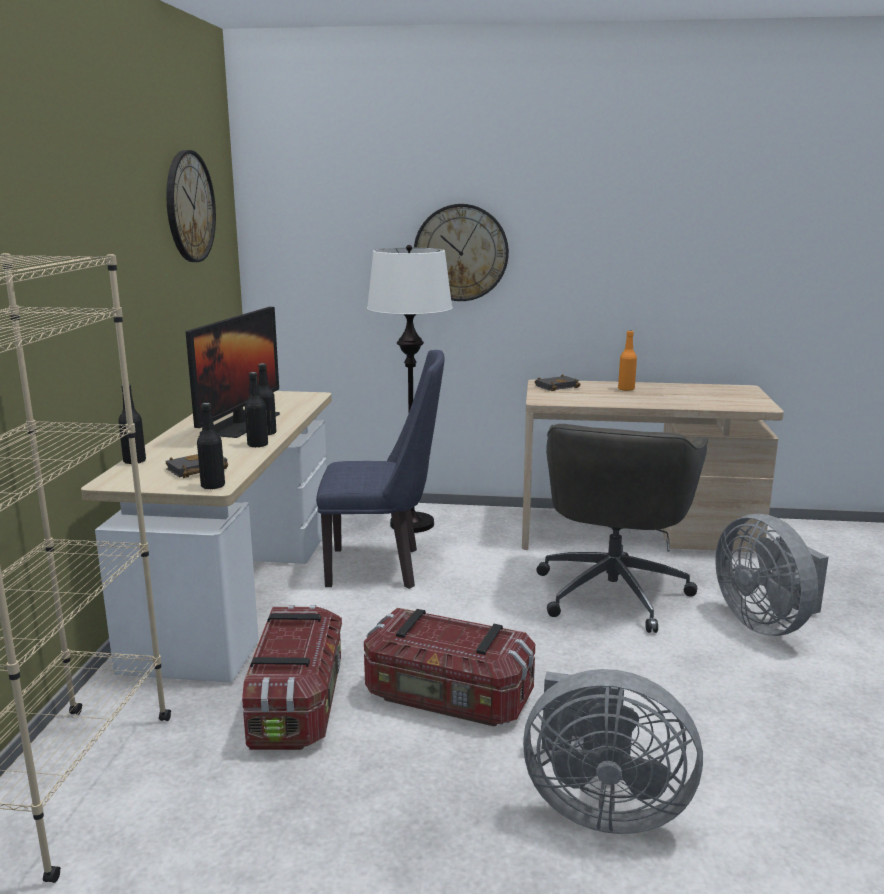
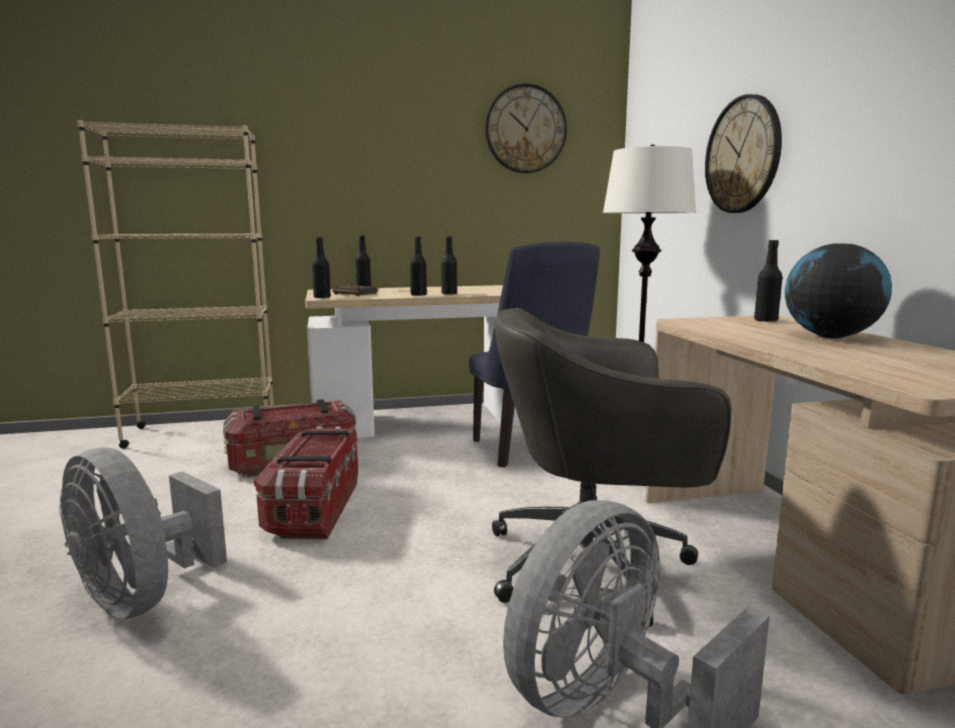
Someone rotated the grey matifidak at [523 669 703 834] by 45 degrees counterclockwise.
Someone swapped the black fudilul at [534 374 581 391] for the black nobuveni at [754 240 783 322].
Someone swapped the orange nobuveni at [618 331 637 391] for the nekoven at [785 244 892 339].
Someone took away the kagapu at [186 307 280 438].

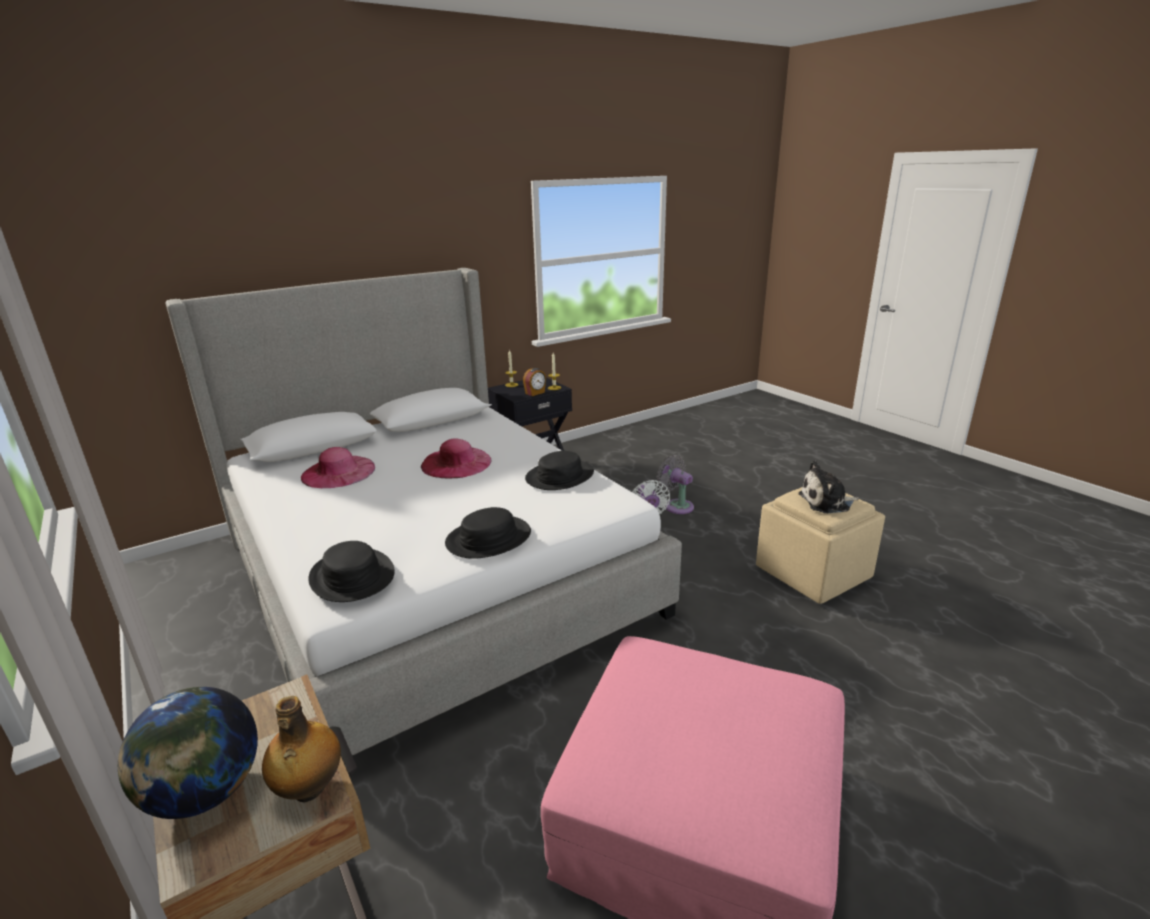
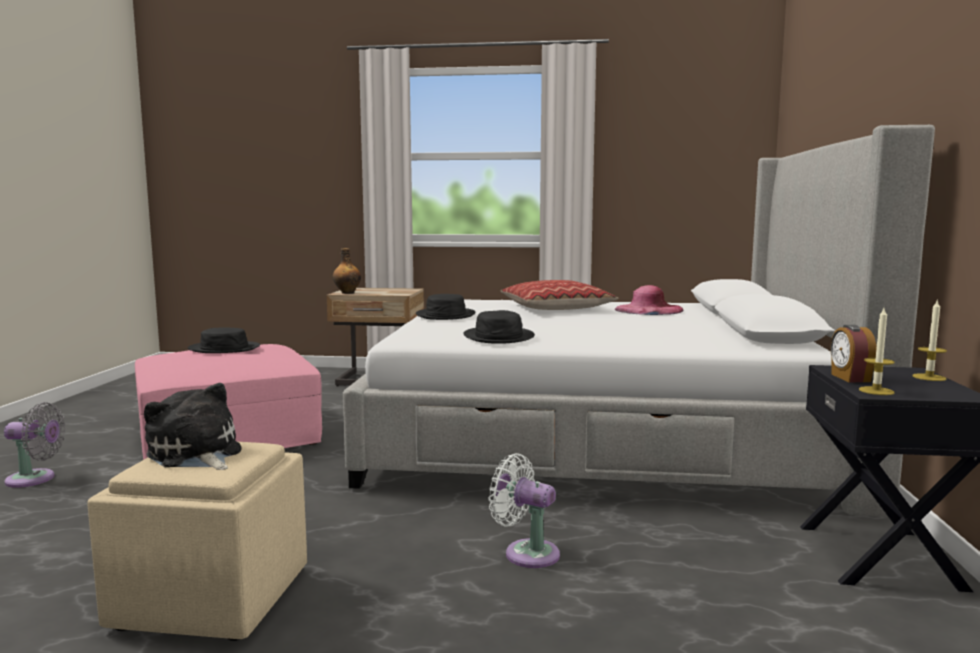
Someone carried the grey matifidak from [657 455 694 514] to [4 402 65 488].
Someone rotated the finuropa at [798 461 859 513] by 75 degrees counterclockwise.
Someone carried the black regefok from [308 541 395 602] to [188 328 260 353].
Someone put down the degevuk at [501 280 619 310].
Someone took away the nekoven at [118 687 258 819].
Someone took away the pink regefok at [421 439 492 479].

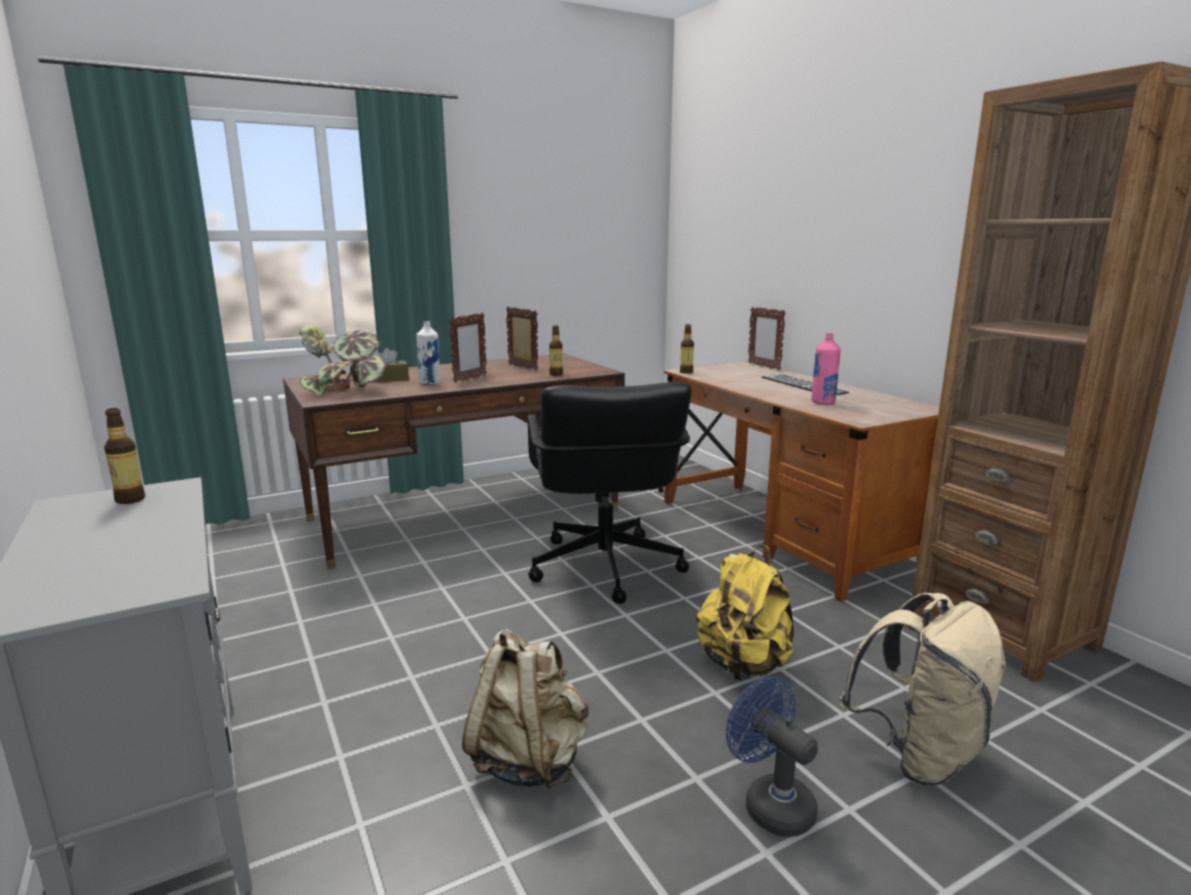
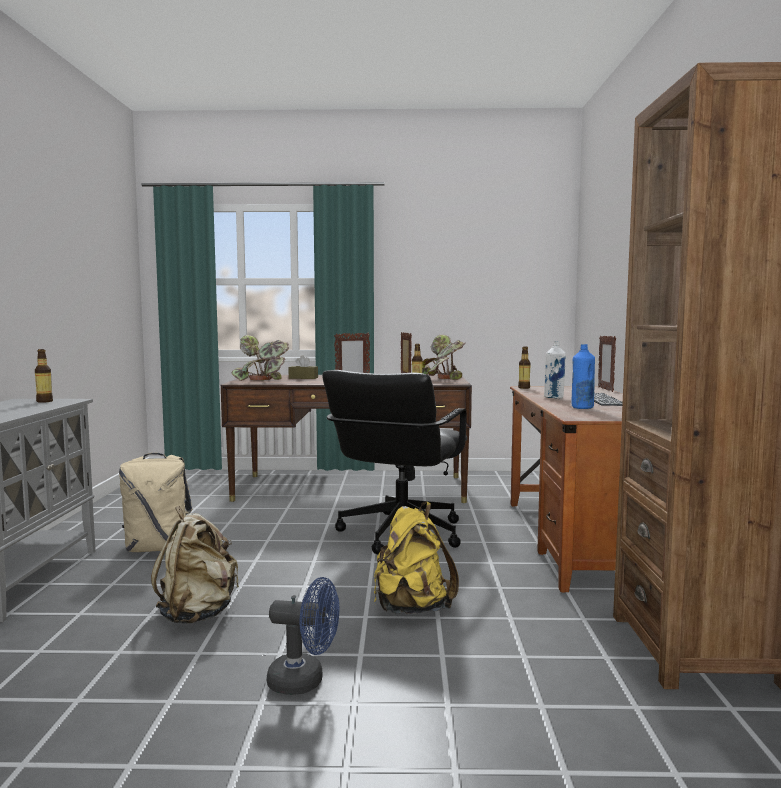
Someone carried the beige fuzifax from [840 593 1006 785] to [119 453 193 552].
Someone rotated the blue matifidak at [726 677 818 837] by 105 degrees clockwise.
Someone put down the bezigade at [422 334 465 380].
Someone carried the white nobuveni from [416 321 440 385] to [544 341 566 399].
Someone repainted the pink nobuveni at [811 333 841 405], which became the blue nobuveni at [572 344 595 409].

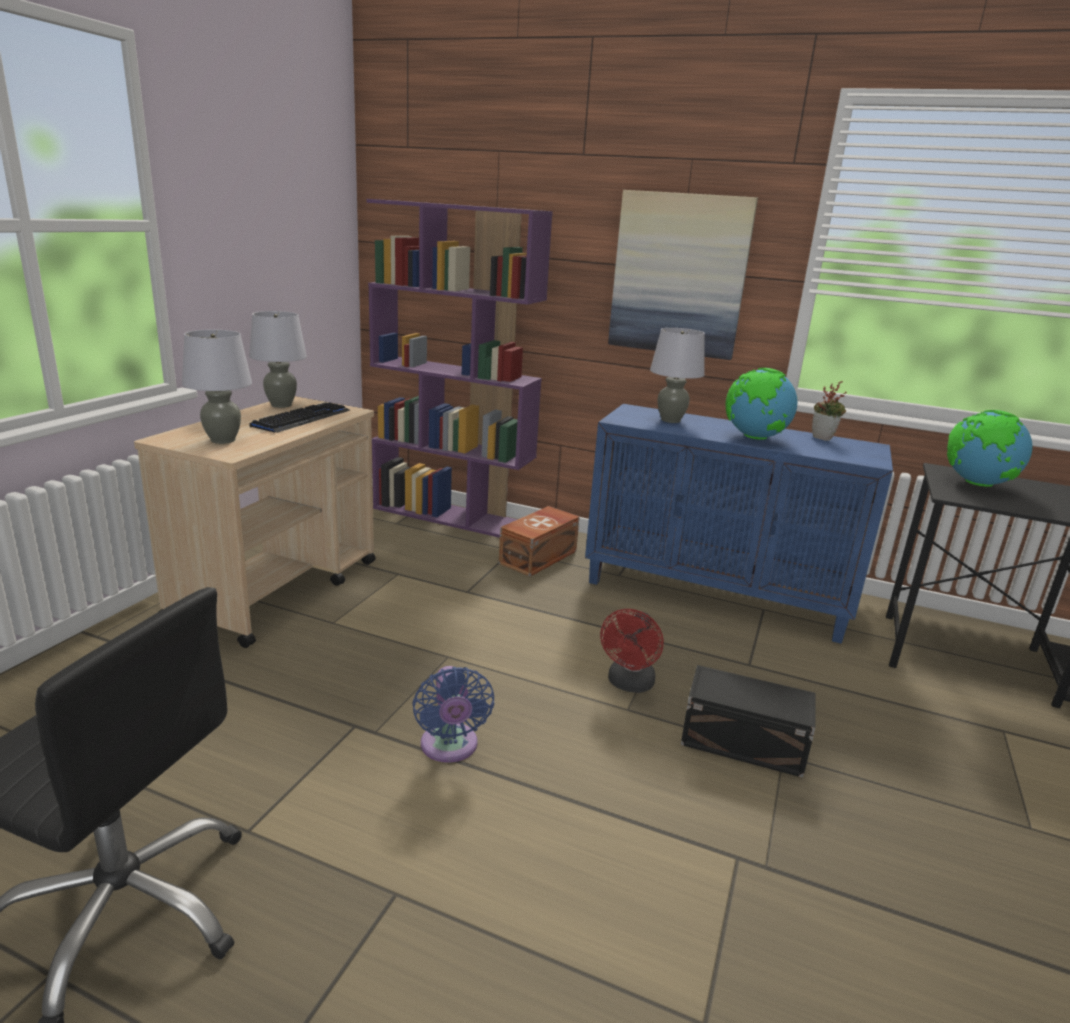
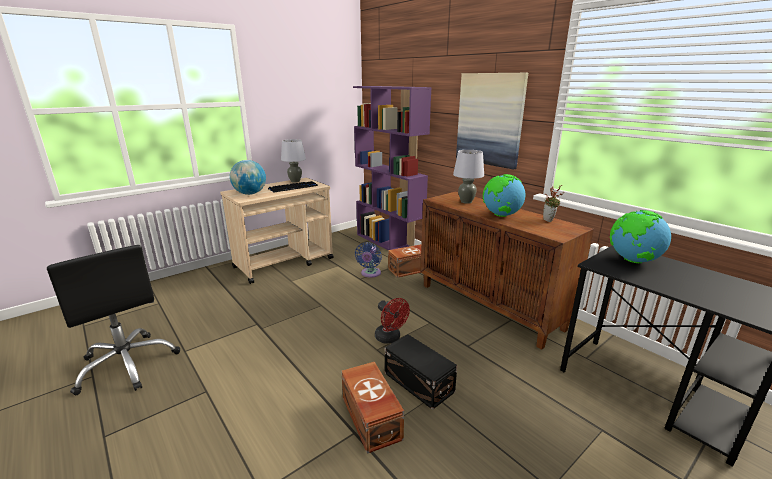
Someone swapped the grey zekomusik at [182 330 252 444] for the nekoven at [230 160 266 195].
Someone put down the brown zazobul at [341 361 404 454].
Someone carried the blue matifidak from [412 666 494 763] to [355 242 382 278].
Someone rotated the red matifidak at [600 609 664 693] by 90 degrees counterclockwise.
Someone repainted the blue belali at [585 404 893 644], which became the brown belali at [420 191 594 350].

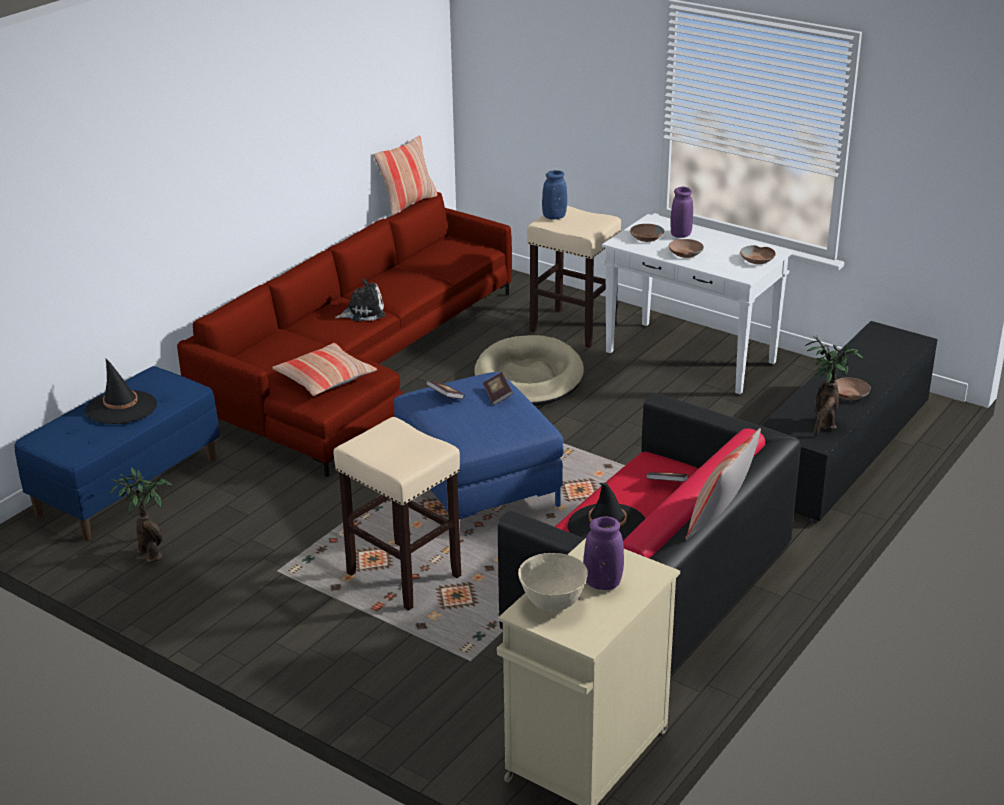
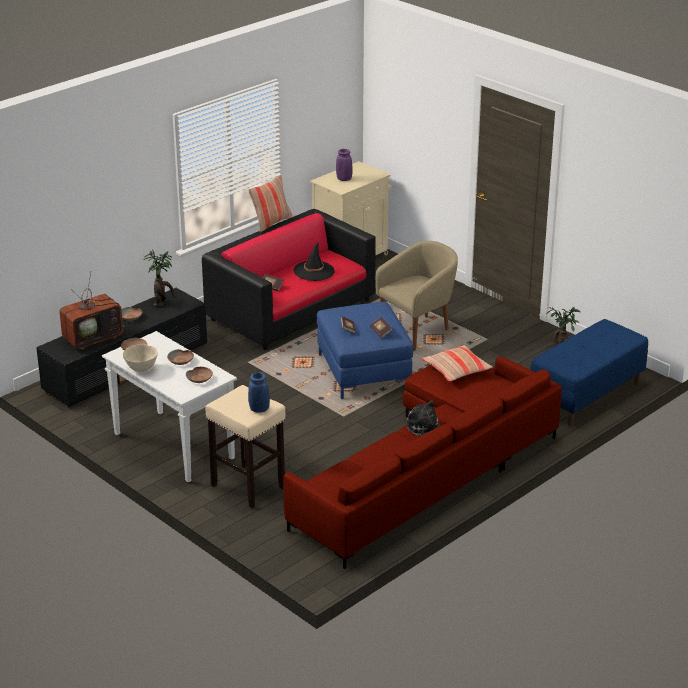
Someone put down the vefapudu at [59 271 124 350].
Someone carried the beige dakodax from [518 553 588 612] to [123 344 158 372].
Someone swapped the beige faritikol at [333 417 461 611] for the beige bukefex at [376 241 458 350].
Someone rotated the finuropa at [335 279 385 321] by 60 degrees clockwise.
Someone took away the black regefok at [85 358 157 424].
Someone took away the degevuk at [374 136 438 215].
Someone took away the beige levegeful at [474 335 584 406].
Someone took away the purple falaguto at [670 187 693 238].

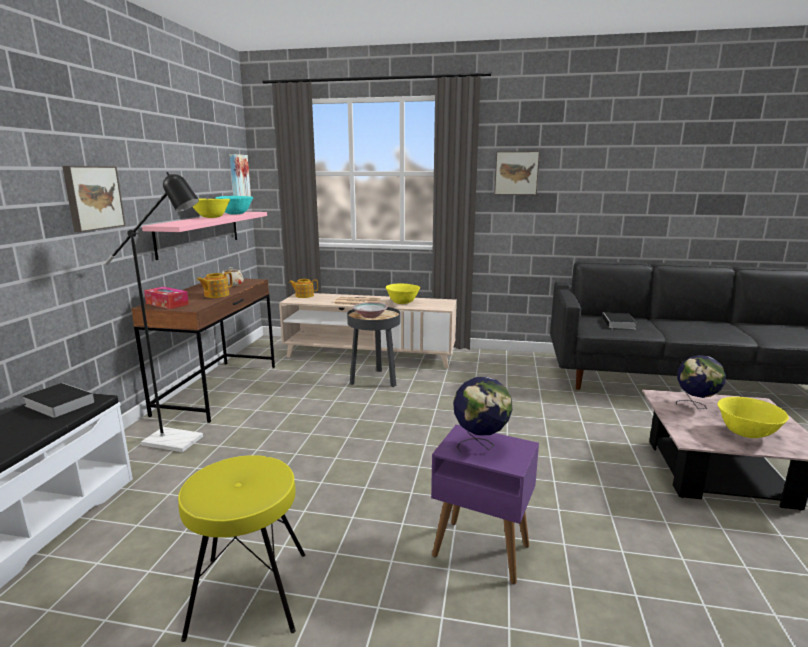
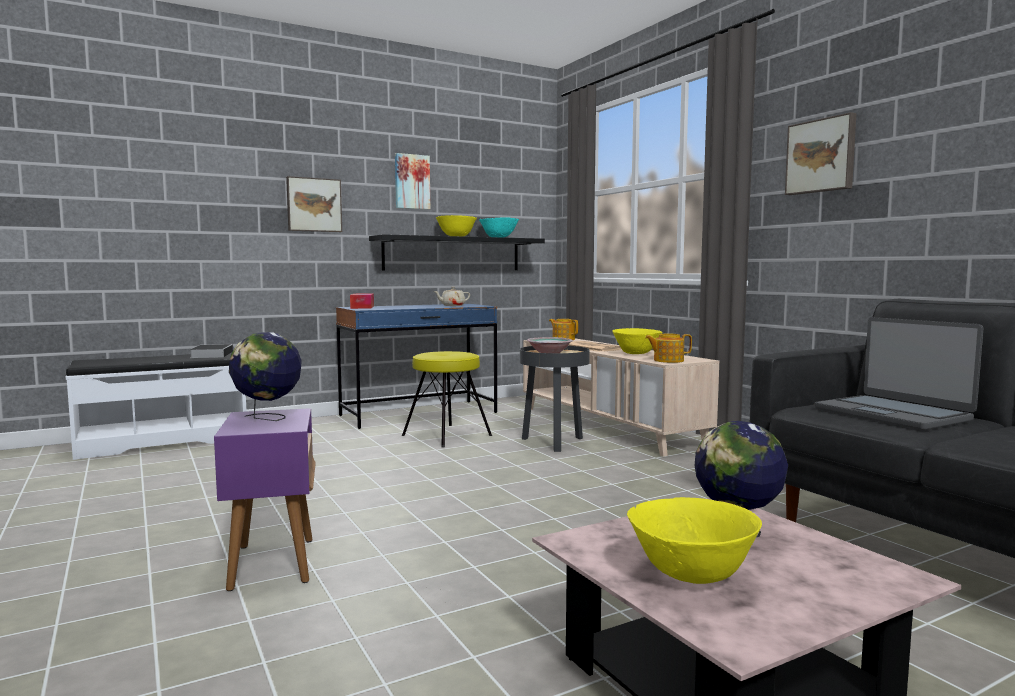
Someone repainted the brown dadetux at [131 279 275 423], which became the blue dadetux at [336 304 497 429].
Someone repainted the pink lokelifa at [142 212 267 260], which became the black lokelifa at [369 234 545 270].
Someone carried the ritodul from [230 154 251 197] to [395 153 430 210].
Someone carried the yellow faritikol from [178 455 305 642] to [402 351 492 447].
Someone carried the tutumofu from [197 272 233 298] to [645 334 692 363].
Someone swapped the fudilul at [602 312 637 329] for the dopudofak at [814 317 983 430].
Someone took away the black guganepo at [105 172 203 452].

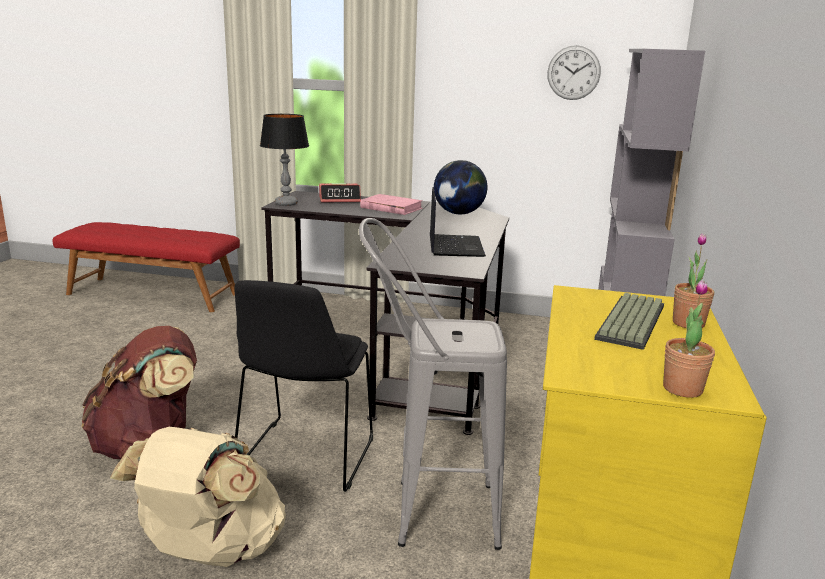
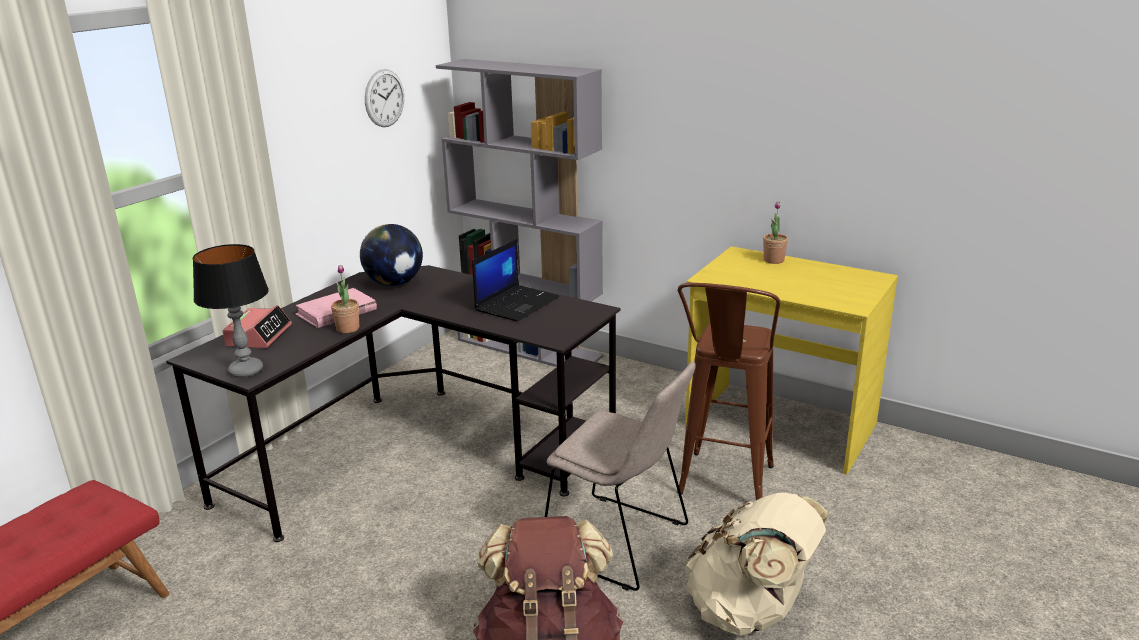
Someone carried the bezigade from [663 280 715 398] to [331 265 359 333].
Someone rotated the dopudofak at [430 187 486 257] by 105 degrees clockwise.
Someone repainted the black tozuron at [234 280 373 492], which became the beige tozuron at [545 361 696 591].
Someone repainted the grey faritikol at [359 218 507 550], which became the brown faritikol at [677 283 780 500].
Someone took away the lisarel at [594 293 664 350].

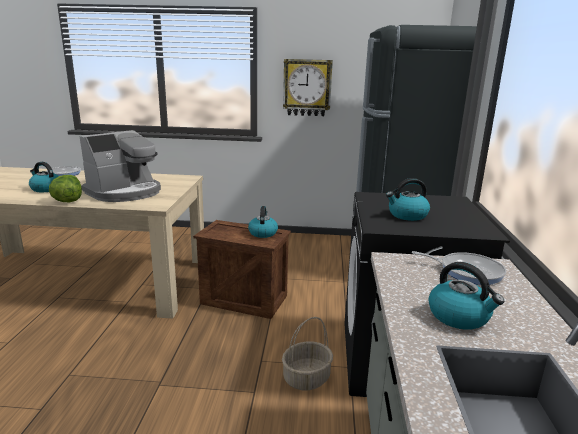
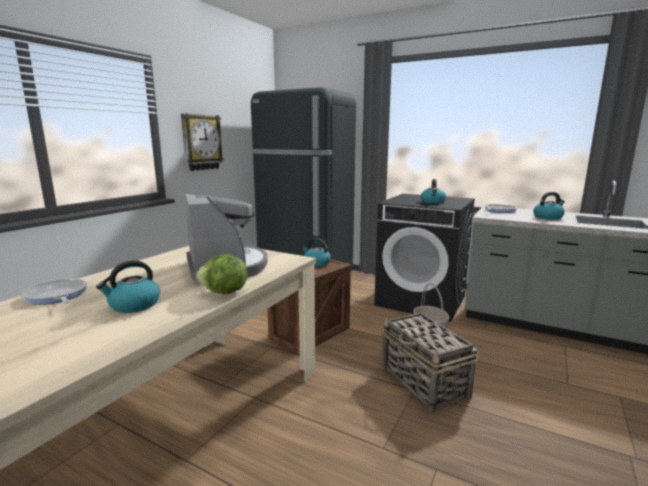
Someone put down the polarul at [381 313 478 413].

